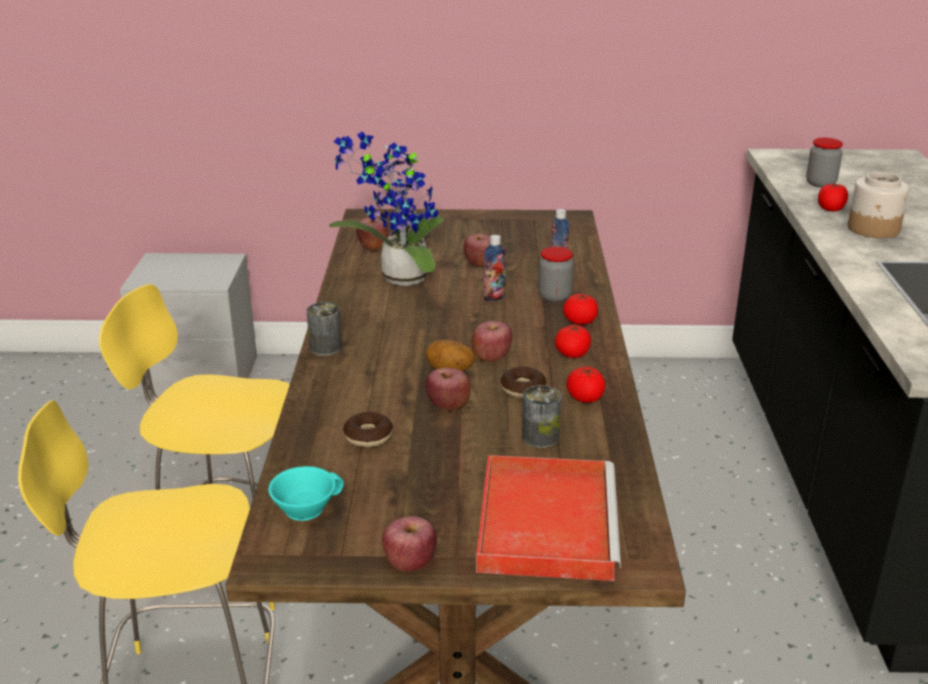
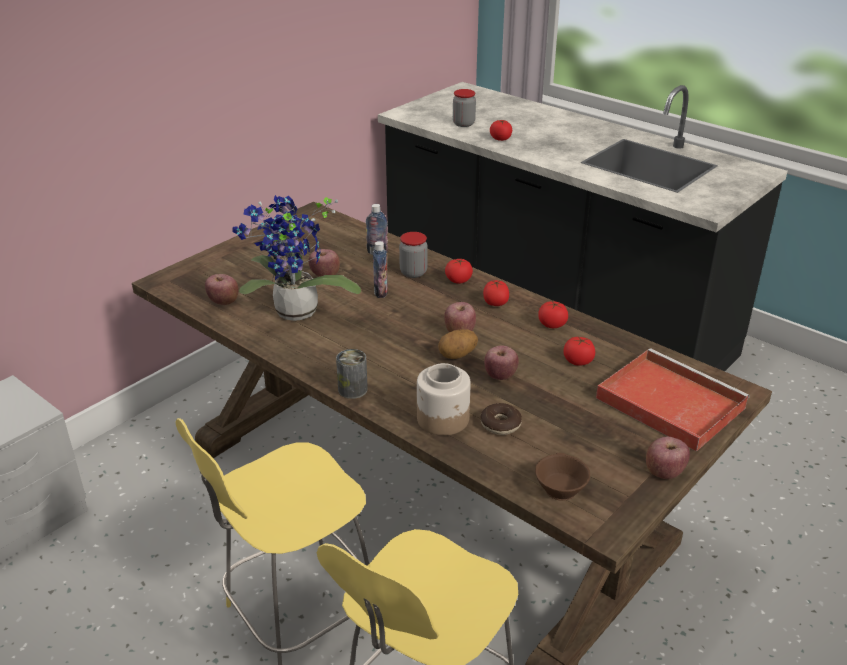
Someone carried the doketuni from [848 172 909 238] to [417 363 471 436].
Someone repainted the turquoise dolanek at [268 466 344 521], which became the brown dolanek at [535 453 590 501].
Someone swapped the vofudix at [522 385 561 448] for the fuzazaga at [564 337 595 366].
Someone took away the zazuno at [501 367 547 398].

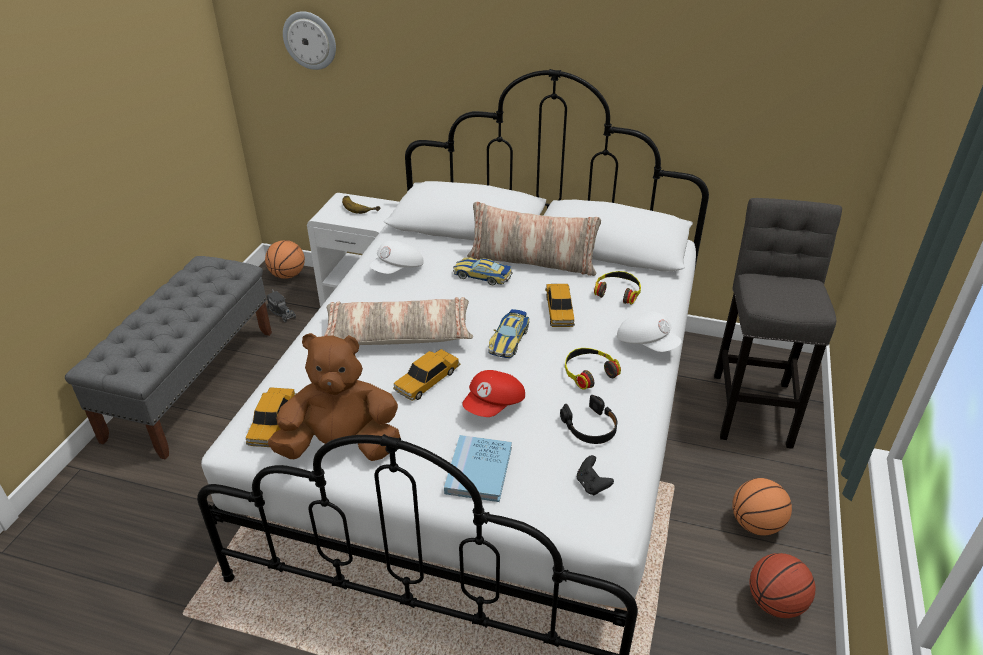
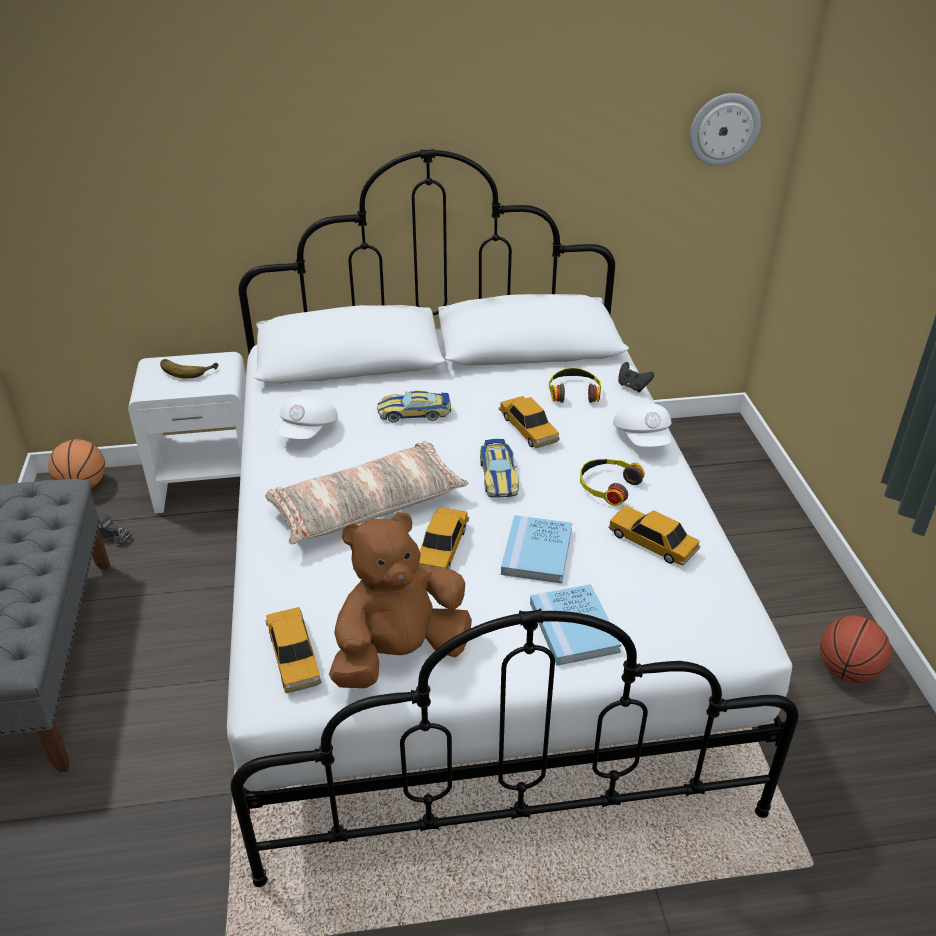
Someone swapped the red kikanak at [462 370 525 417] for the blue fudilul at [501 515 572 583].
Someone swapped the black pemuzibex at [560 395 617 444] for the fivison at [609 506 700 566].
Someone rotated the white kikanak at [617 312 682 352] by 60 degrees clockwise.
Someone carried the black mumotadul from [577 455 614 496] to [618 362 654 392].
Someone carried the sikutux from [283 11 336 70] to [689 93 761 166].
Someone took away the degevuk at [467 202 601 276].
Someone took away the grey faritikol at [714 198 842 449].
Someone took away the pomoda at [732 478 792 536].

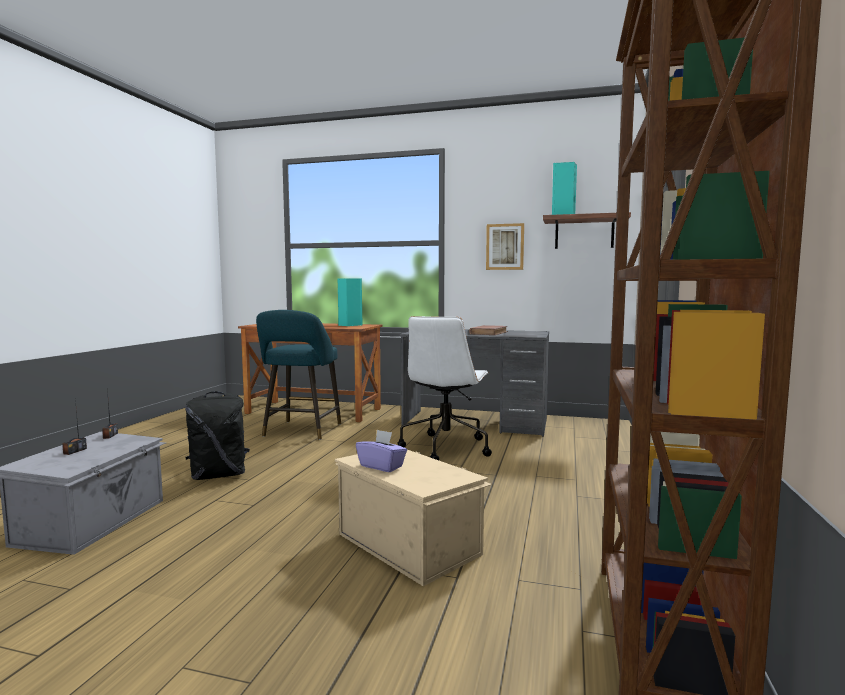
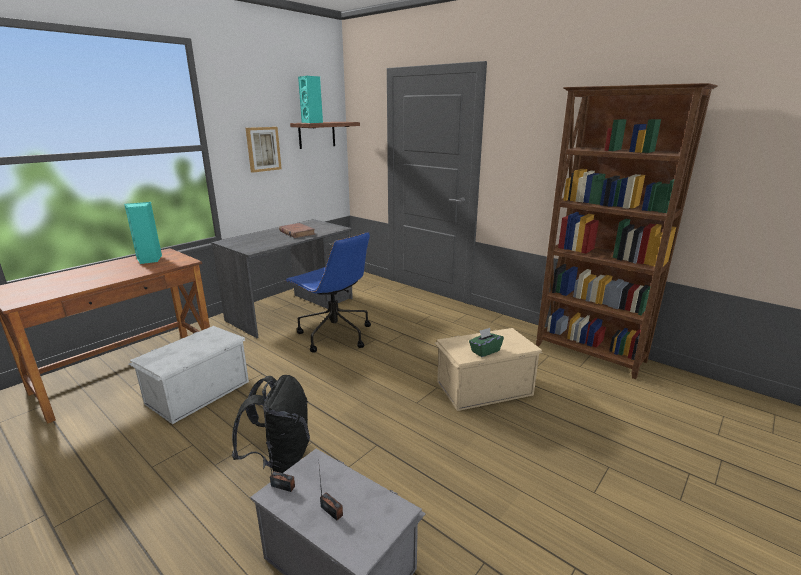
Someone swapped the turquoise faritikol at [256 310 341 440] for the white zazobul at [128 326 249 424].
Someone repainted the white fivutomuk at [398 316 492 460], which became the blue fivutomuk at [285 232 371 352].
Someone repainted the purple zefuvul at [356 429 407 472], which became the green zefuvul at [469 328 504 357].

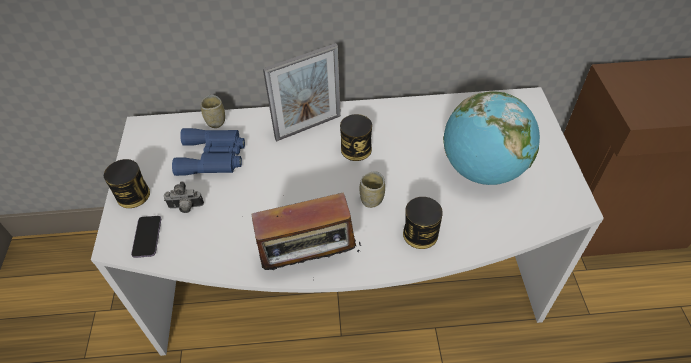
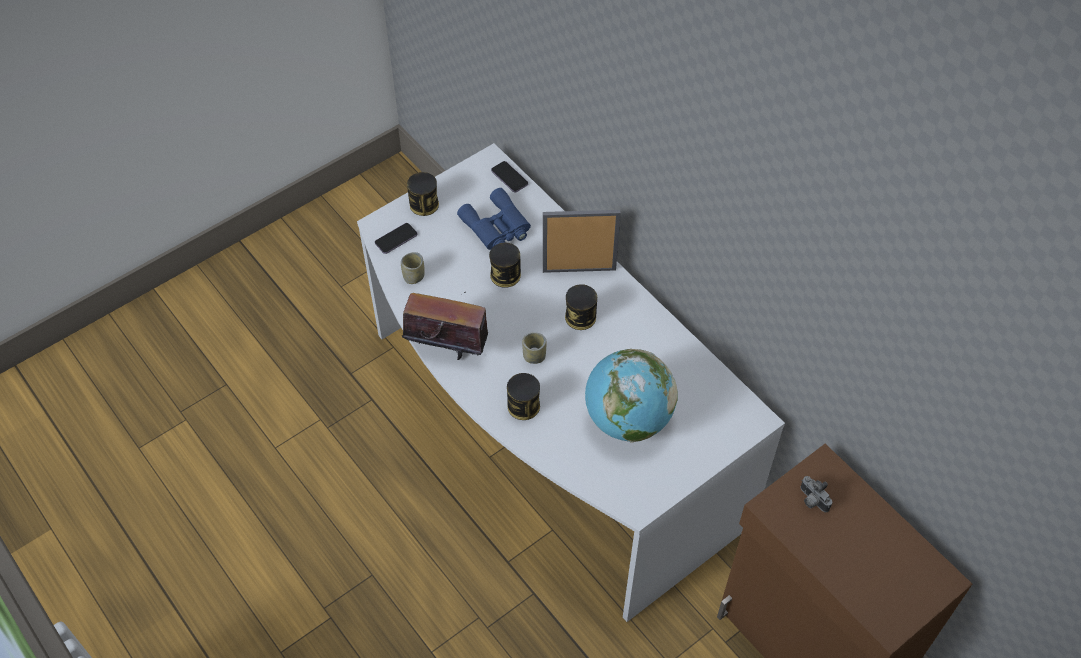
Someone carried the dolanek from [201 95 225 128] to [401 252 425 284].
Someone rotated the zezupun at [242 192 361 270] by 150 degrees clockwise.
Someone put down the vofudix at [489 243 521 288].
Someone put down the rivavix at [491 161 528 193].
Someone rotated the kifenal at [263 43 341 141] by 150 degrees clockwise.
Someone carried the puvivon from [164 181 204 213] to [800 476 832 512].

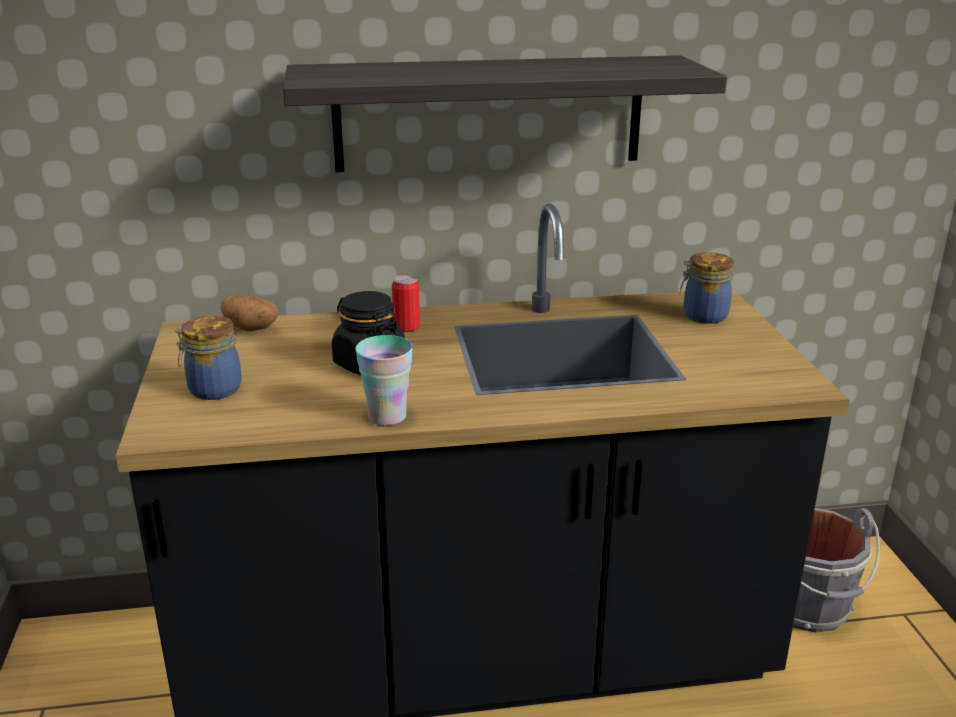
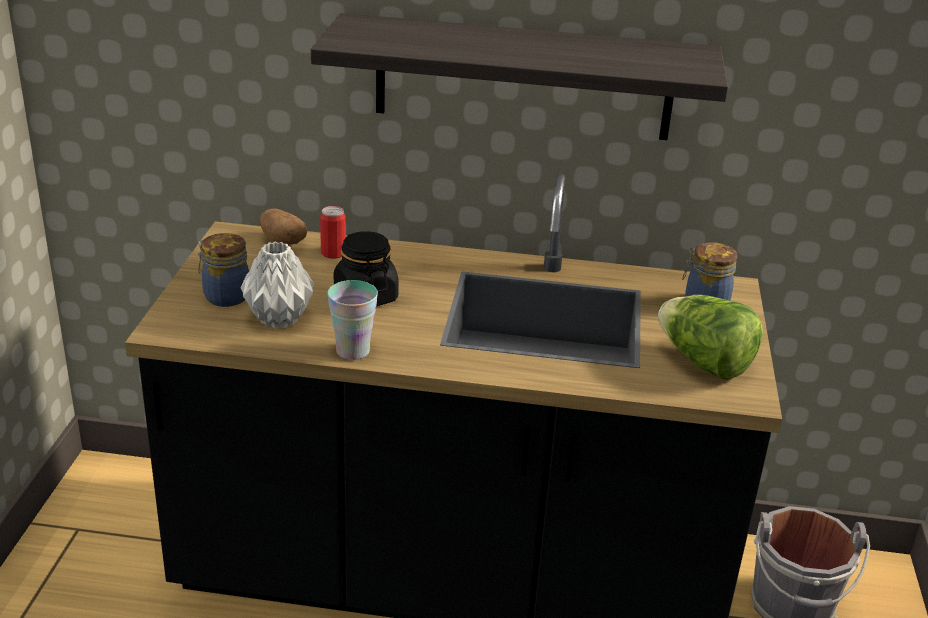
Someone put down the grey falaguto at [241 241 314 329].
Someone carried the vofudix from [392 275 420 332] to [320 206 346 259].
Someone put down the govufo at [658 295 763 380].

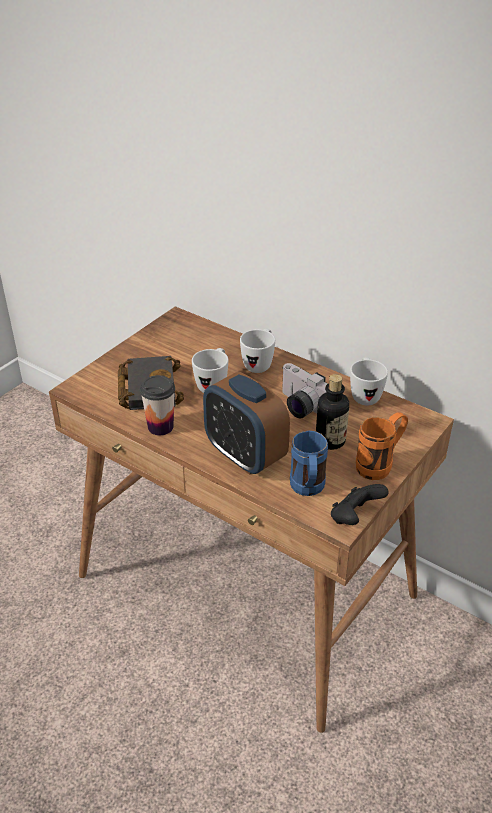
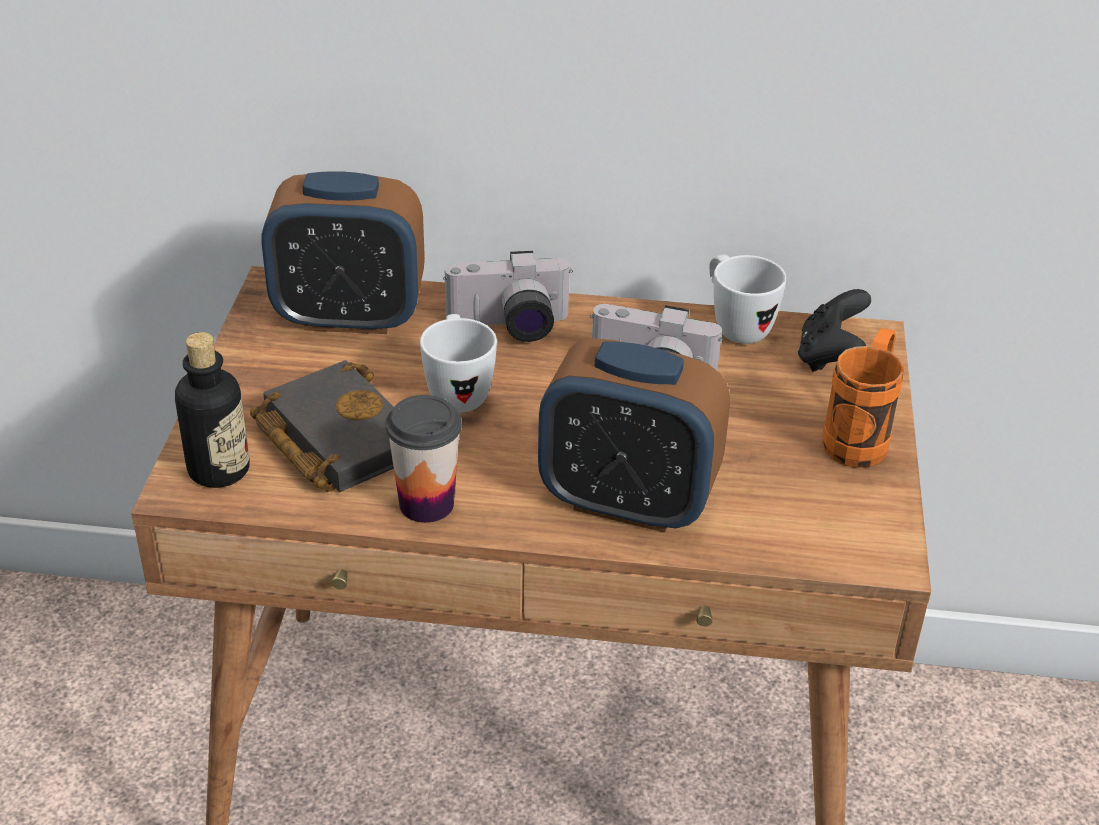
Someone carried the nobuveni from [316 374 349 450] to [175 332 250 488].
Someone put down the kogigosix at [262 171 425 334].
Someone swapped the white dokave at [240 329 275 373] for the puvivon at [443 251 573 342].
Someone carried the black mumotadul from [331 484 389 525] to [798 289 871 372].
Someone took away the blue dokave at [290 431 328 496].

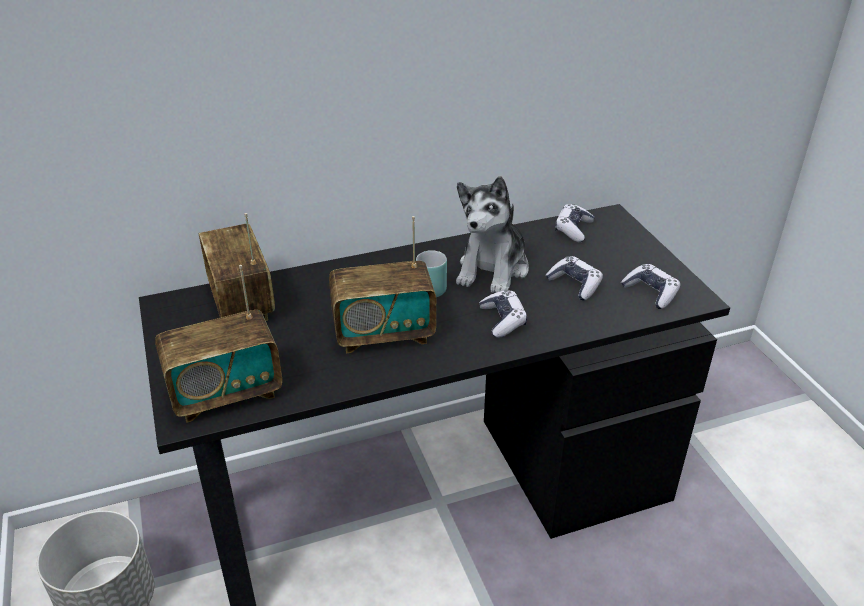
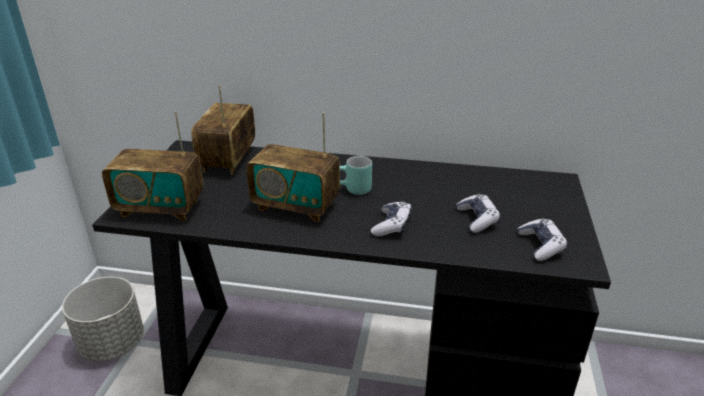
Someone took away the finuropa at [456 176 529 293].
Someone took away the mumotadul at [555 204 595 242].

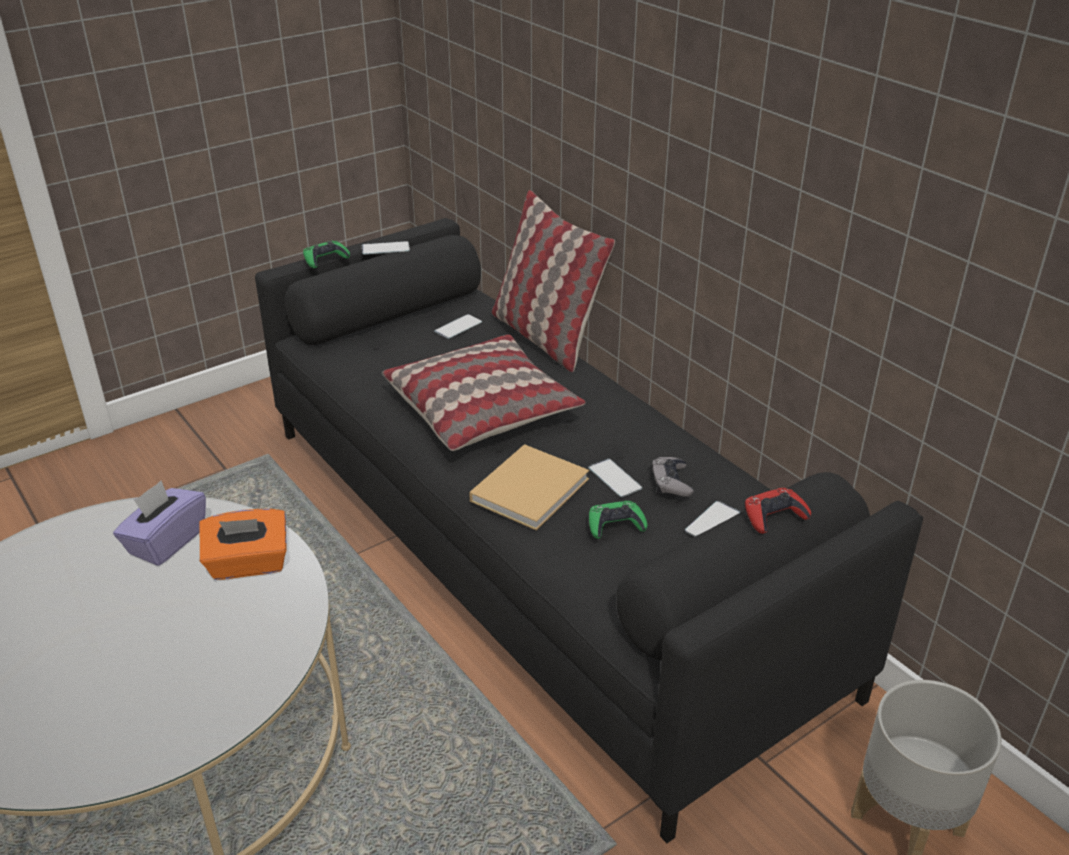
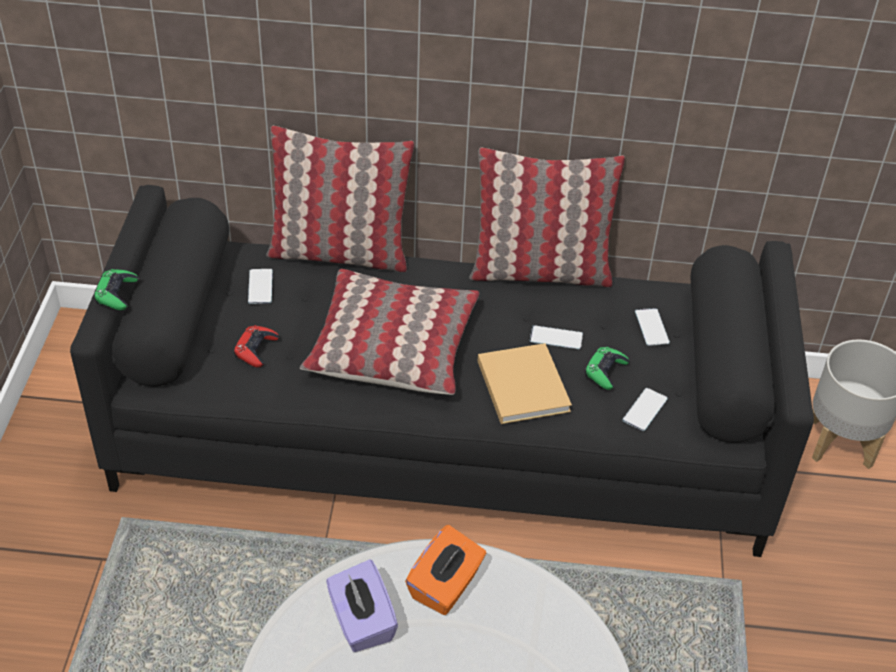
Someone carried the red mumotadul from [744 488 811 534] to [234 325 279 367].
Someone put down the degevuk at [469 148 625 287].
Someone carried the rivavix from [362 241 410 255] to [622 388 668 431].
Someone took away the grey mumotadul at [652 457 694 497].

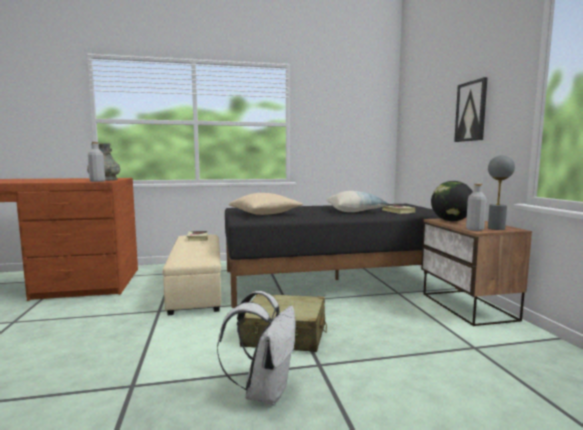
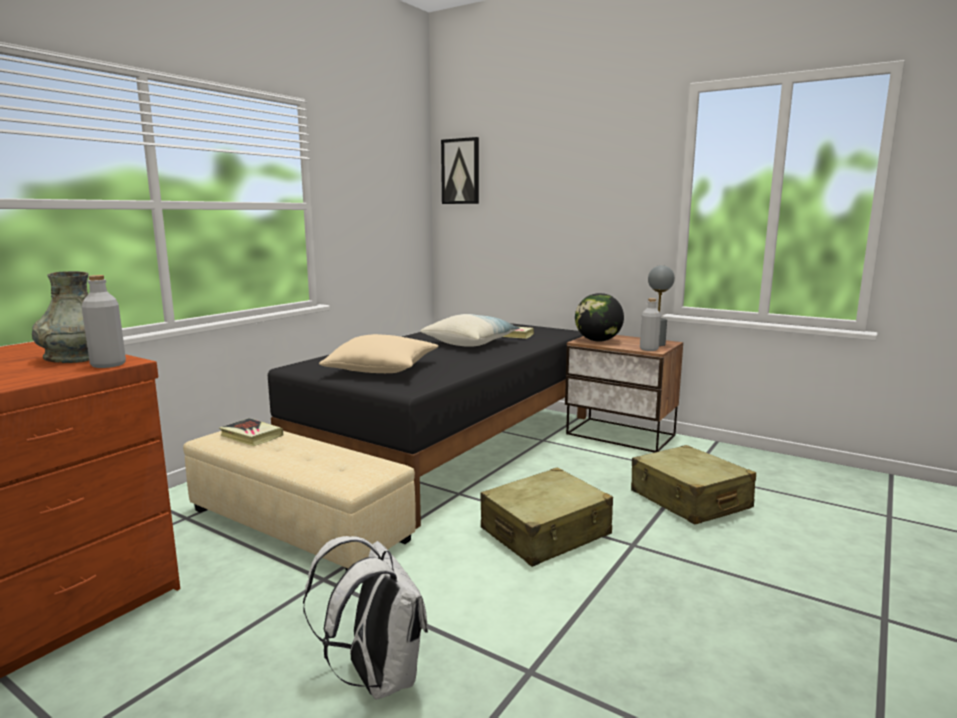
Someone carried the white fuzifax from [217 291 296 405] to [303 536 428 700].
Someone carried the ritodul from [454 77 488 142] to [441 137 479 204].
Someone put down the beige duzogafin at [631 445 756 524].

